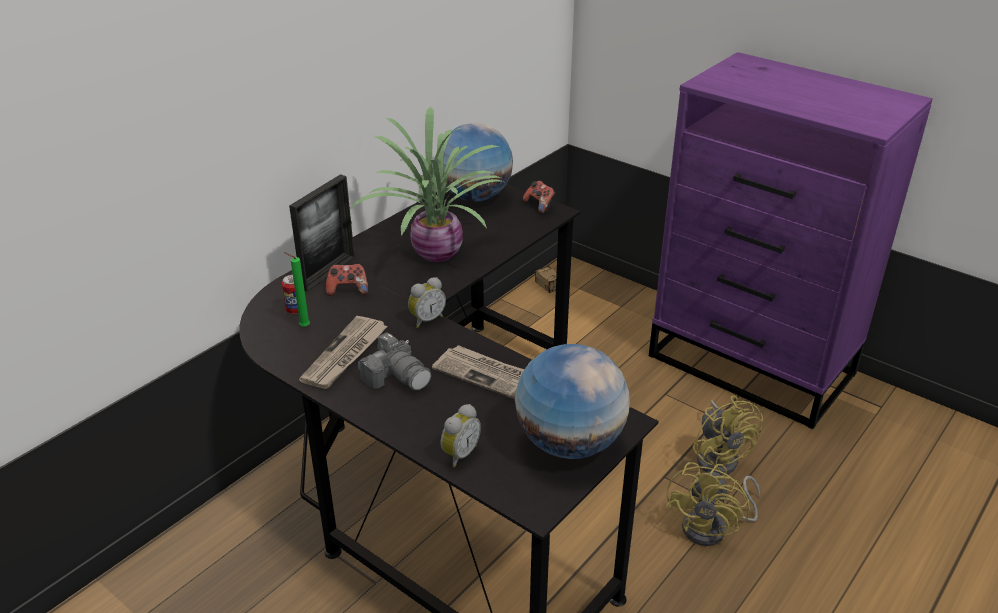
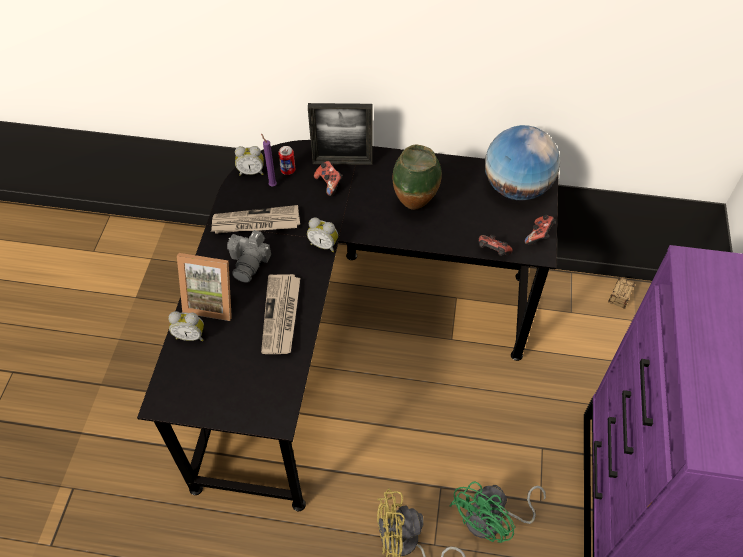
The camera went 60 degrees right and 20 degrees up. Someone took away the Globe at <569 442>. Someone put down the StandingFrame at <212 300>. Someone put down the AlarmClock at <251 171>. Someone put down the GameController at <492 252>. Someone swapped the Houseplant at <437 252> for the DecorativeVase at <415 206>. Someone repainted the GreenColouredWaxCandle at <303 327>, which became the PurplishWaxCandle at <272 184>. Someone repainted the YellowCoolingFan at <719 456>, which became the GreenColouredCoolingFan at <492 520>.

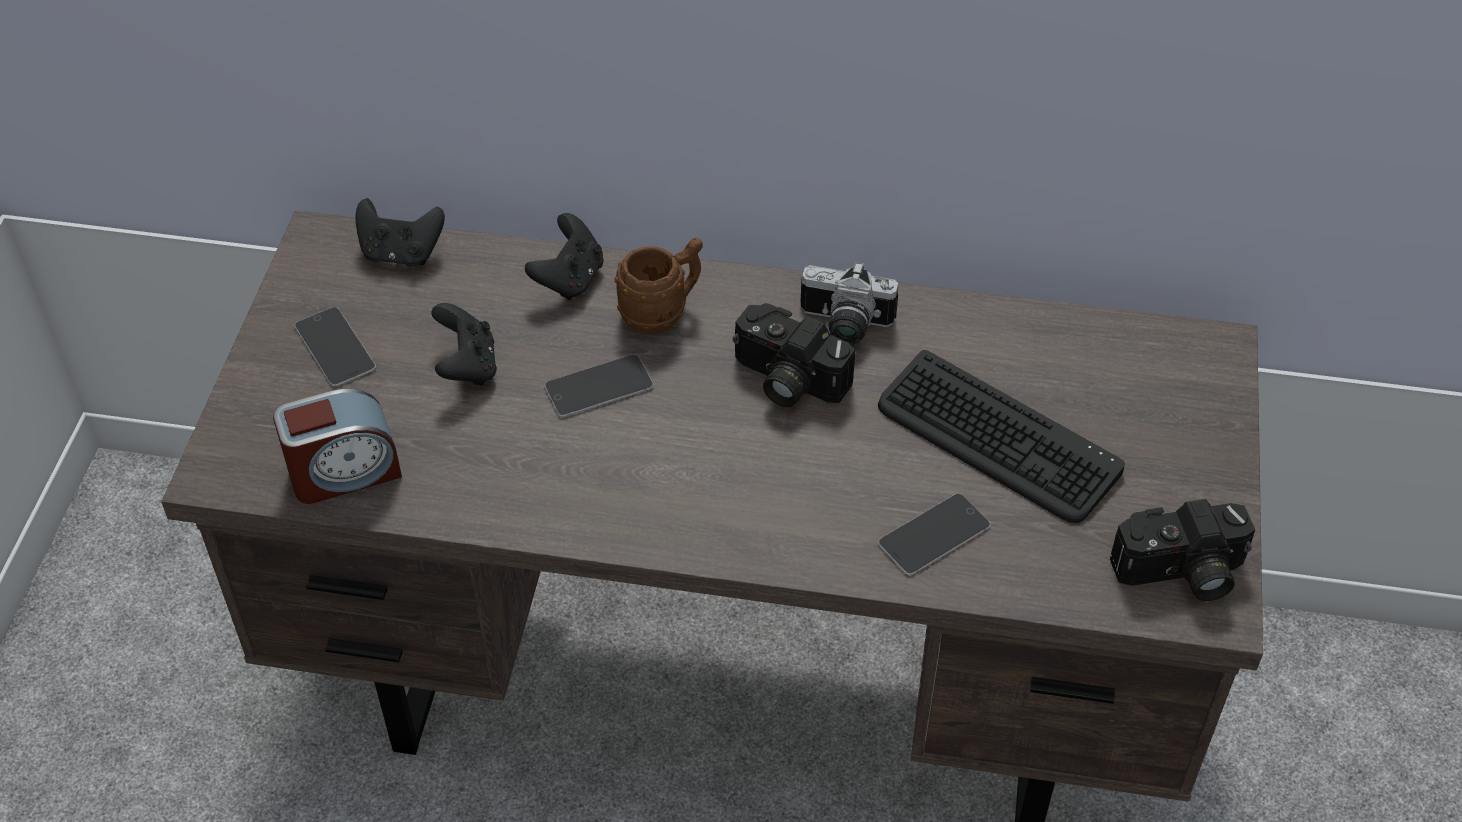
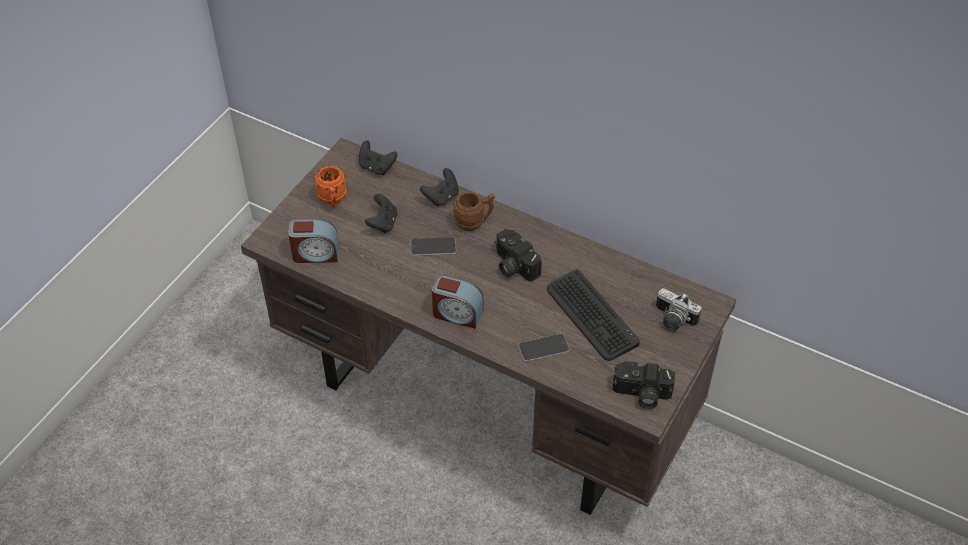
The camera went 20 degrees right and 0 degrees up. Someone put down the AlarmClock at <457 313>. Someone carried the PhotoCamera from <844 326> to <672 320>. Someone swapped the Phone at <335 347> for the OrangeCoffeeMug at <333 201>.

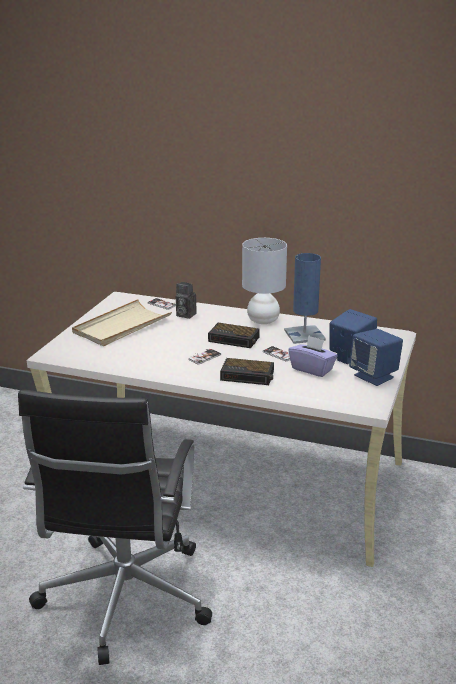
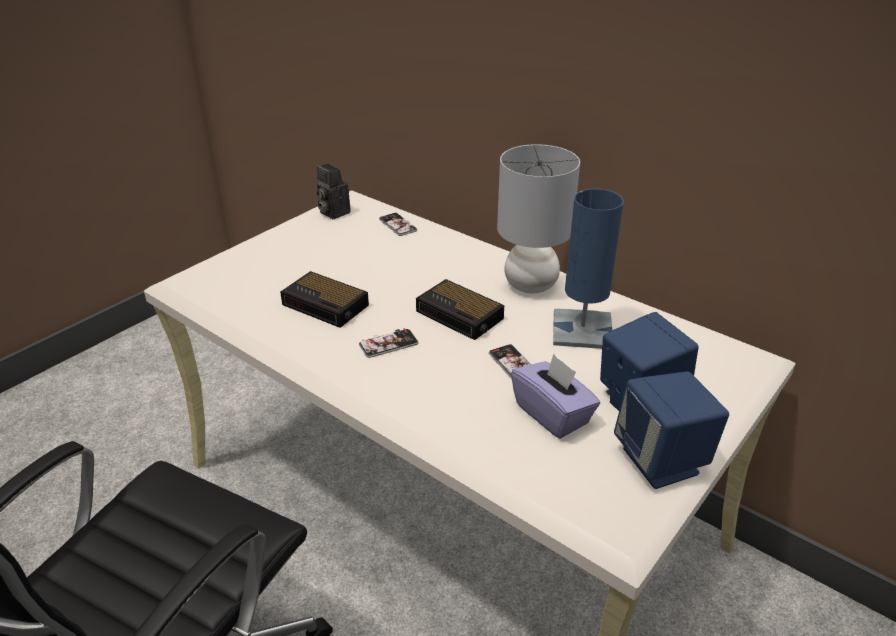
The camera went 20 degrees right and 10 degrees up. Someone took away the BeigeServingTray at <121 326>. Someone carried the PhotoCamera from <184 315> to <332 212>. Someone carried the AlarmClock from <248 376> to <327 305>.

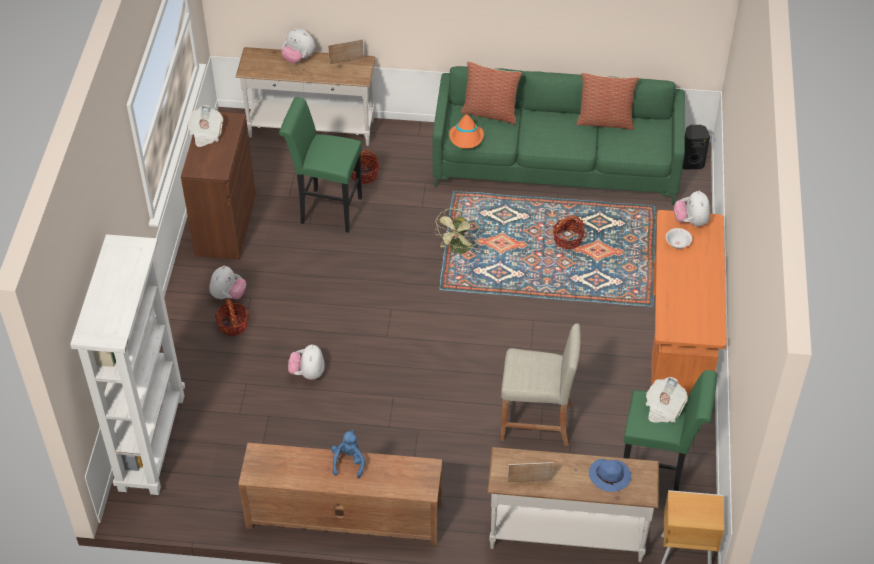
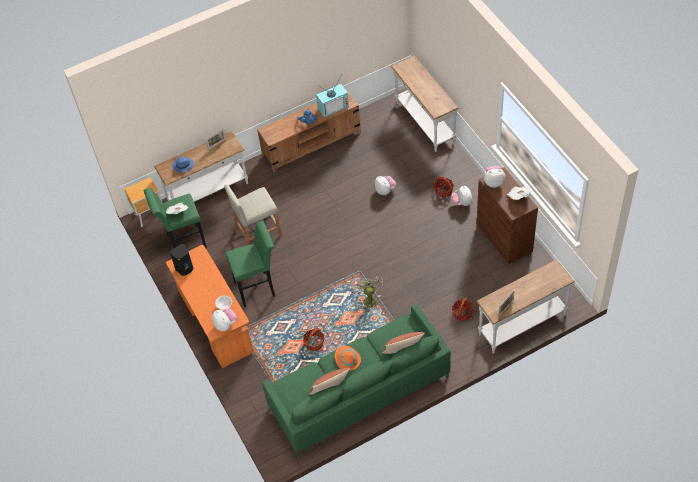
The camera went 150 degrees right and 5 degrees up. Someone put down the Television at <333 106>. Someone carried the GreenColouredSittingStool from <326 209> to <258 288>. Someone carried the PlushToy from <299 58> to <493 182>. Someone carried the OrangeHat from <466 138> to <347 359>. Someone carried the BlackColouredAudioSpeaker from <691 163> to <185 269>. Someone swapped the WhitishBookcase at <151 441> for the WhitishNarrowTable at <424 123>.

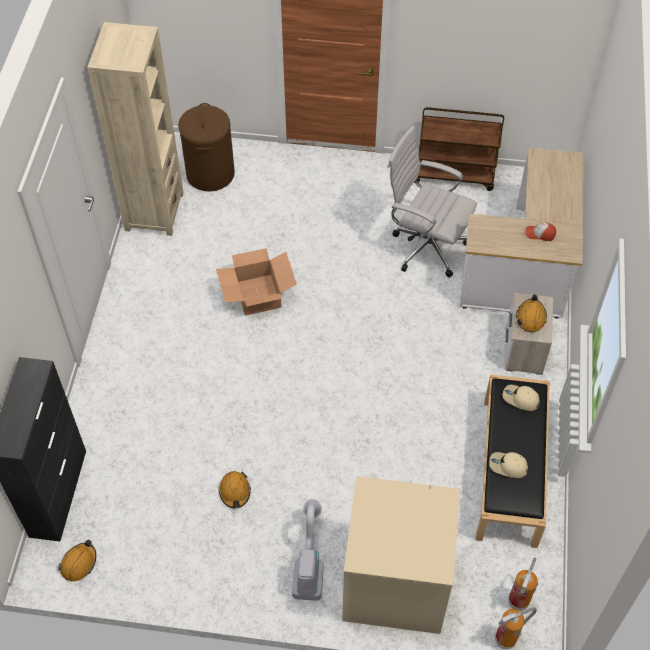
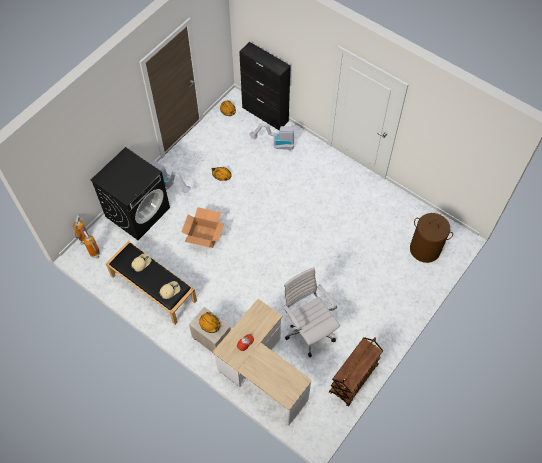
The camera went 120 degrees right and 5 degrees up. Someone took away the BeigeBookcase at <154 211>. Someone put down the Vacuum at <276 144>. Someone carried the CardboardBox from <257 295> to <204 235>. Someone repainted the BeigeLaundryAppliance at <394 583>, which became the BlackColouredLaundryAppliance at <137 212>. Someone rotated the WhitishOfficeChair at <425 247> by 90 degrees counterclockwise.

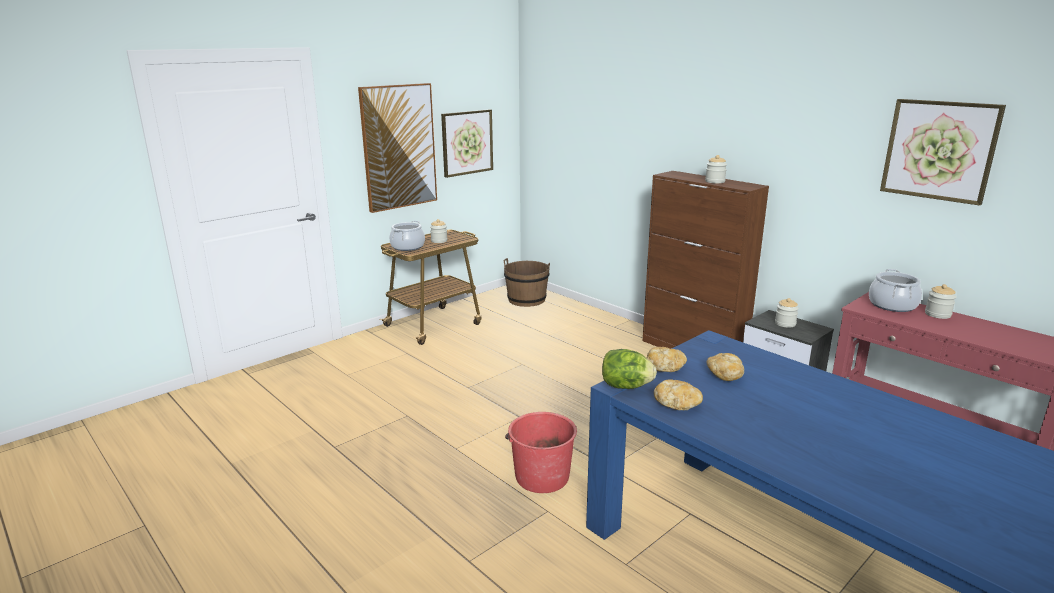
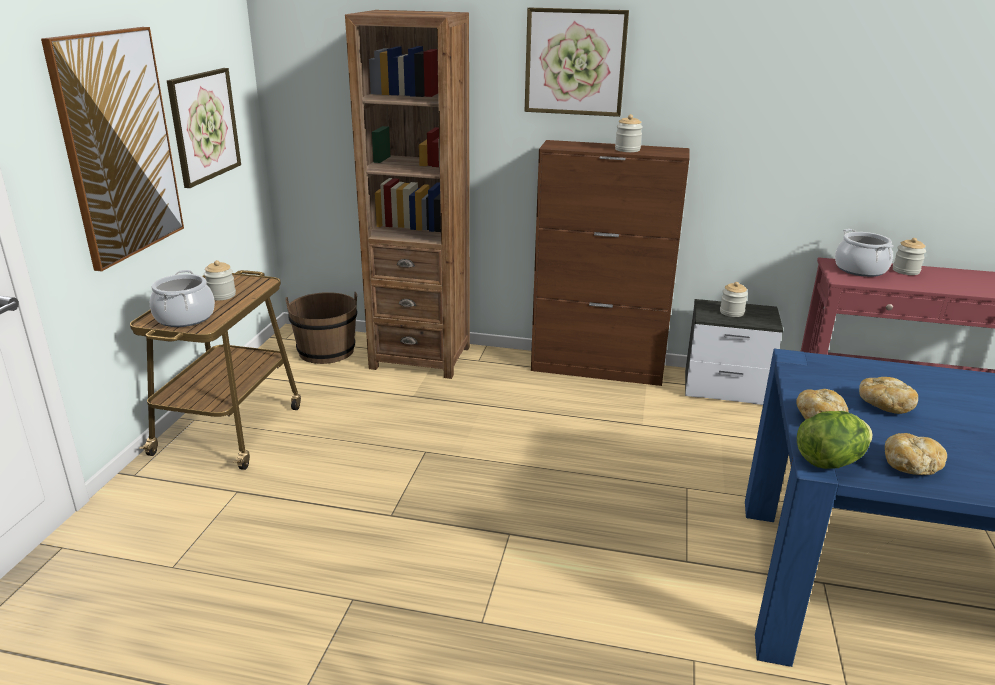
The camera went 35 degrees left and 5 degrees up. Someone took away the RedBucket at <541 476>. Someone put down the BrownishBookcase at <420 357>. Someone carried the Picture from <939 150> to <575 62>.

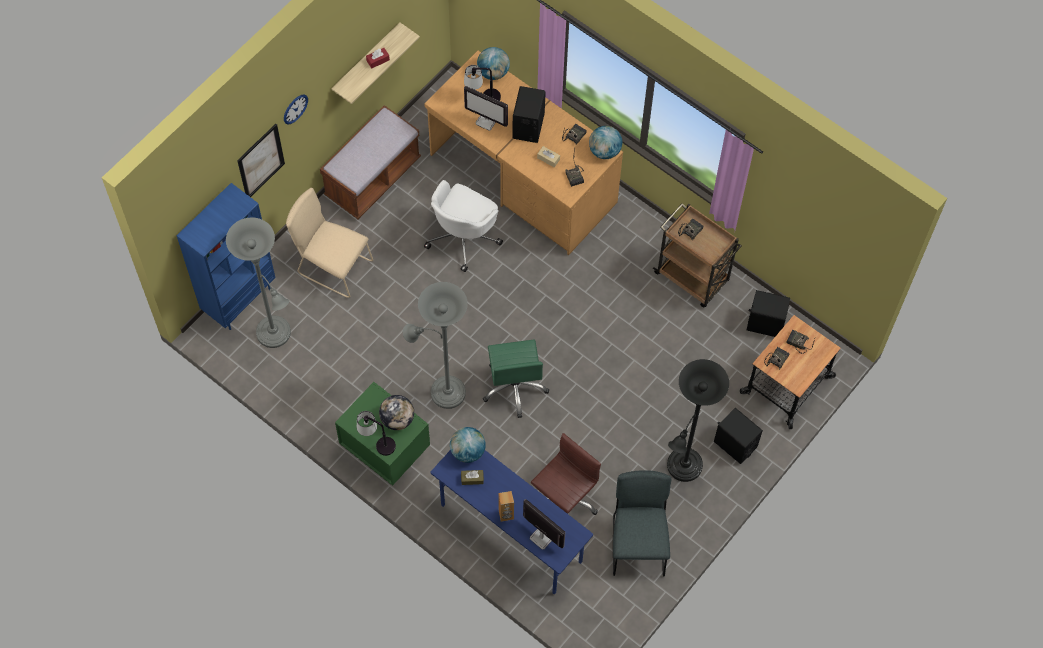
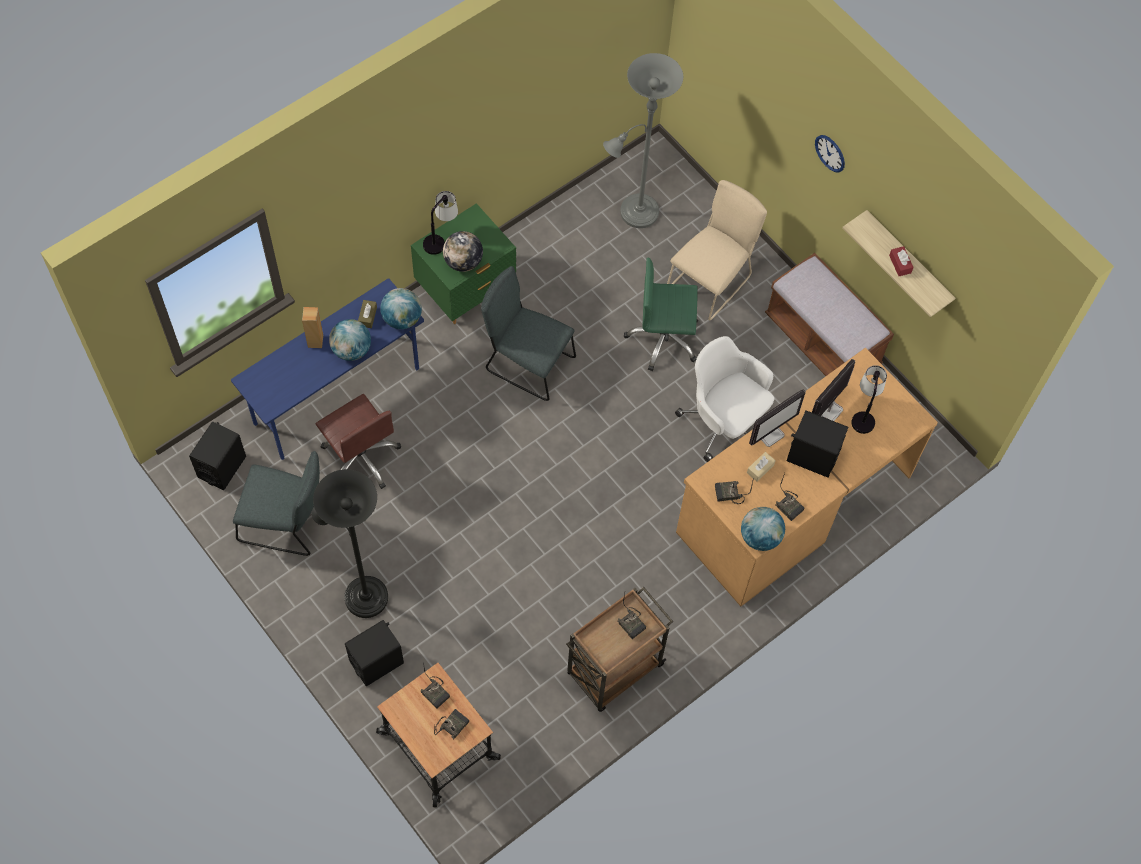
The camera went 100 degrees right and 0 degrees up. Someone took away the BluishBookcase at <239 300>. Someone took away the Picture at <260 161>. Someone carried the Globe from <493 72> to <351 349>. Someone carried the GreenColouredOfficeChair from <515 387> to <663 339>. Someone carried the ComputerDisplay from <541 537> to <769 433>. Someone carried the BlackColouredAudioSpeaker from <765 323> to <222 467>. Someone swapped the GreyStandardLamp at <443 391> for the GreyUprightChair at <526 362>.

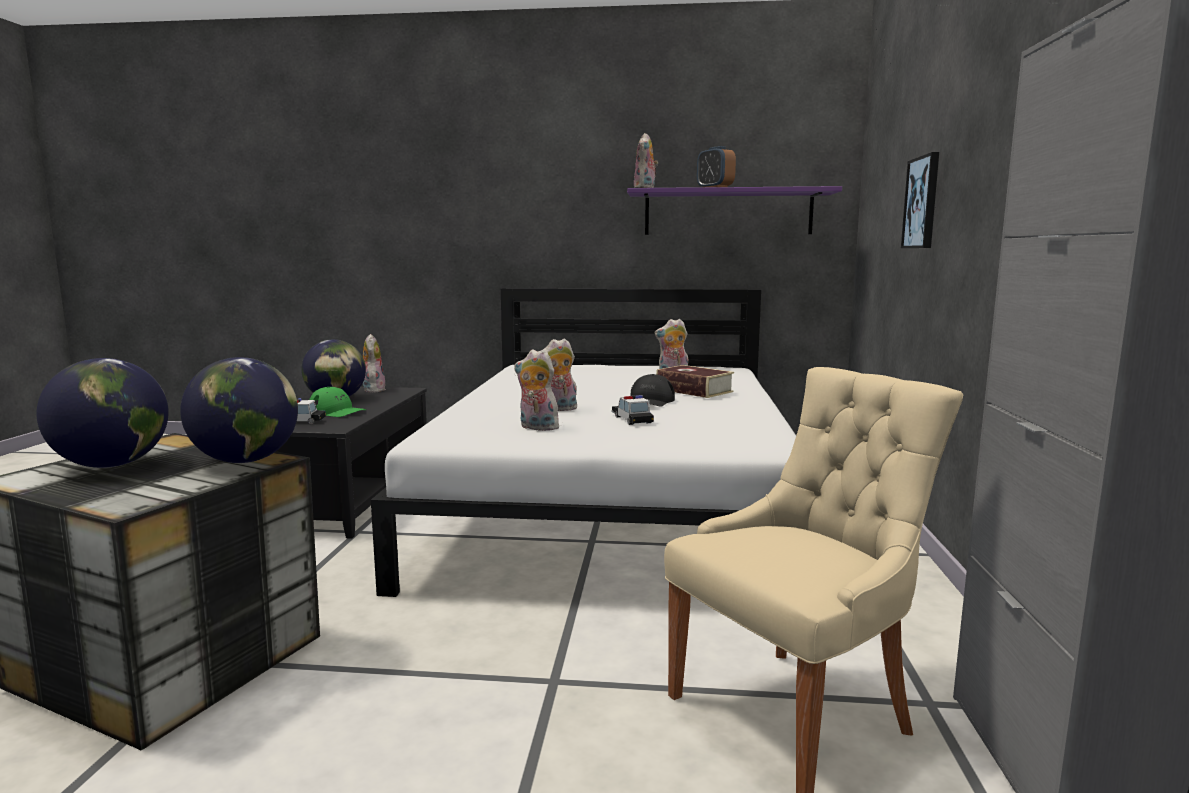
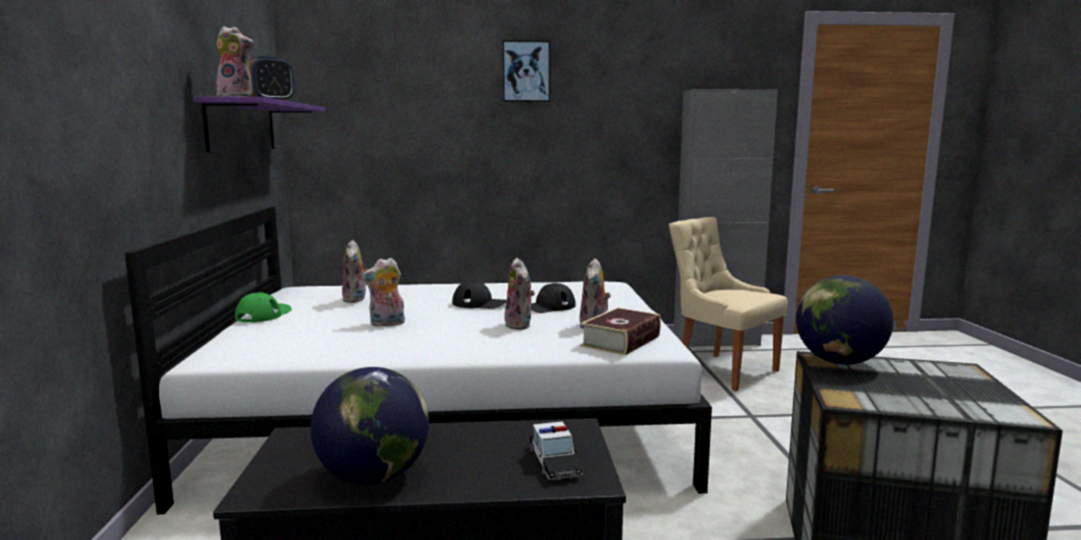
The camera went 100 degrees left and 0 degrees up. Someone took away the Globe at <113 465>. Someone carried the GreenColouredBaseballCap from <336 411> to <263 314>. Someone carried the PlushToy from <372 390> to <387 324>. Someone carried the Book from <694 390> to <621 341>. Someone carried the Picture from <922 203> to <526 71>. Someone swapped the MiniatureCar at <632 419> for the BlackColouredBaseballCap at <548 307>.

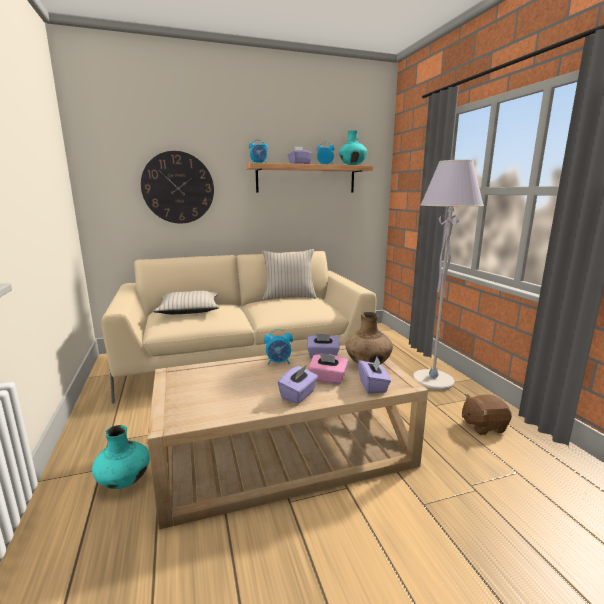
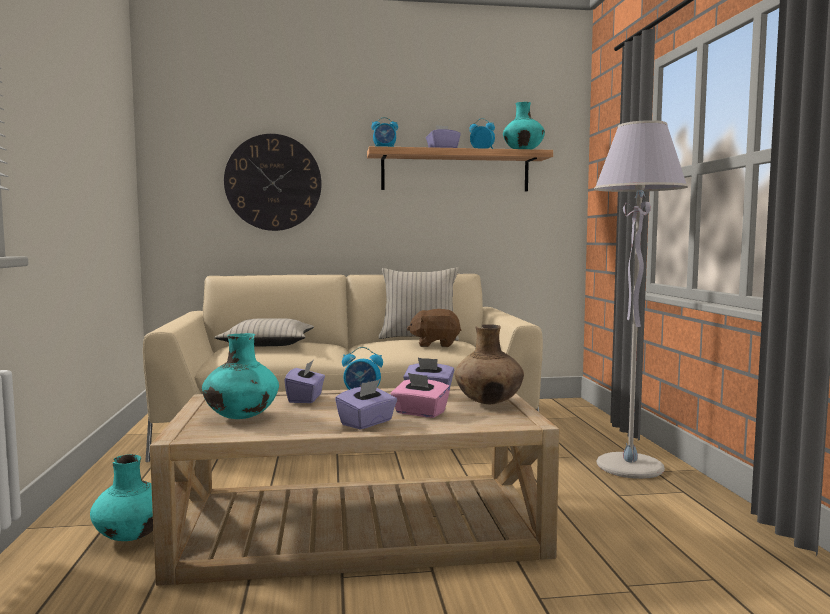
The camera went 10 degrees right and 10 degrees down. Someone put down the BlueGreenDecorativeVase at <241 418>. Someone carried the PurplishTissueBox from <373 386> to <306 398>. Someone carried the BrownishPlushToy from <483 426> to <435 345>.

